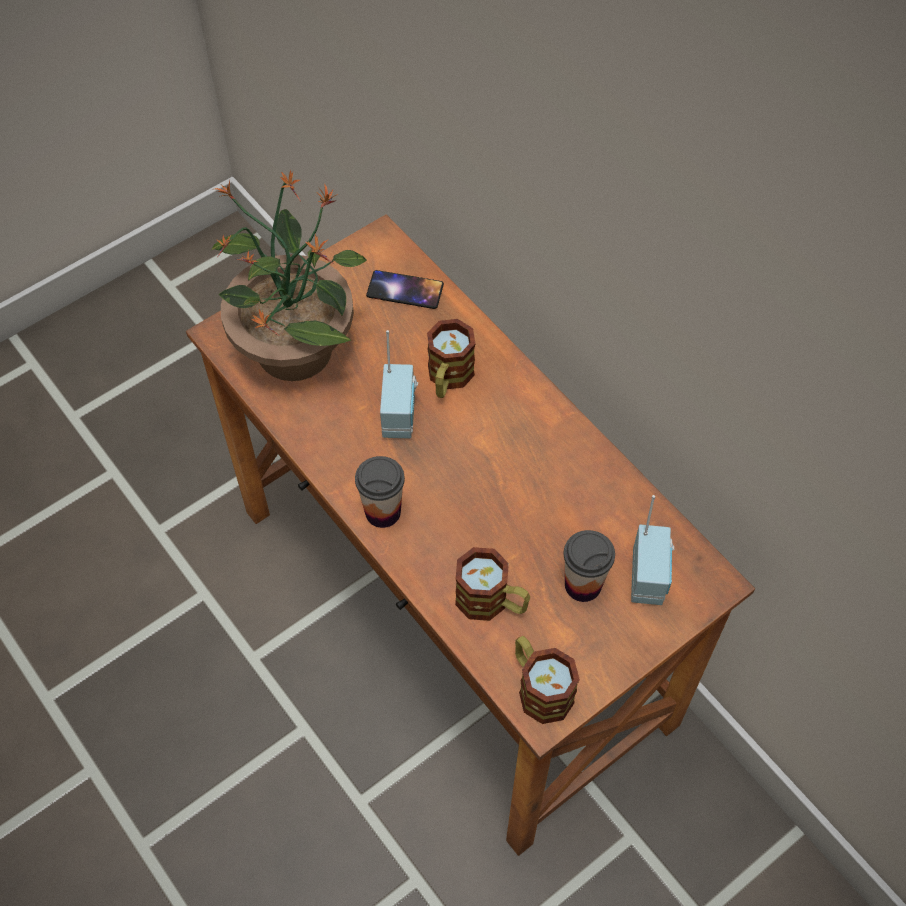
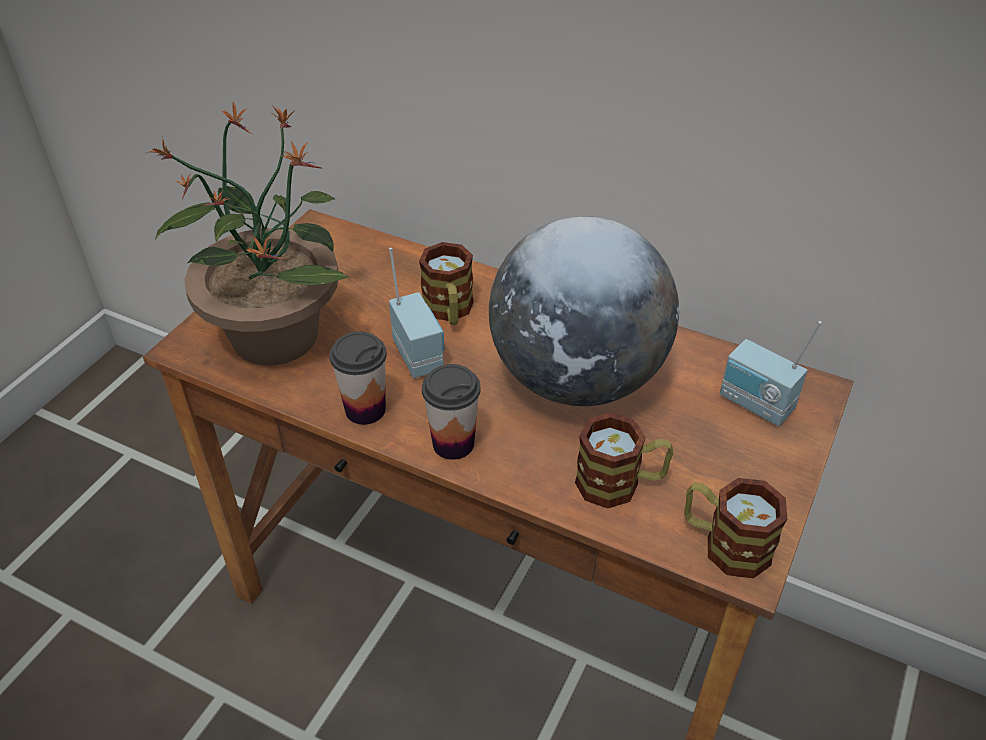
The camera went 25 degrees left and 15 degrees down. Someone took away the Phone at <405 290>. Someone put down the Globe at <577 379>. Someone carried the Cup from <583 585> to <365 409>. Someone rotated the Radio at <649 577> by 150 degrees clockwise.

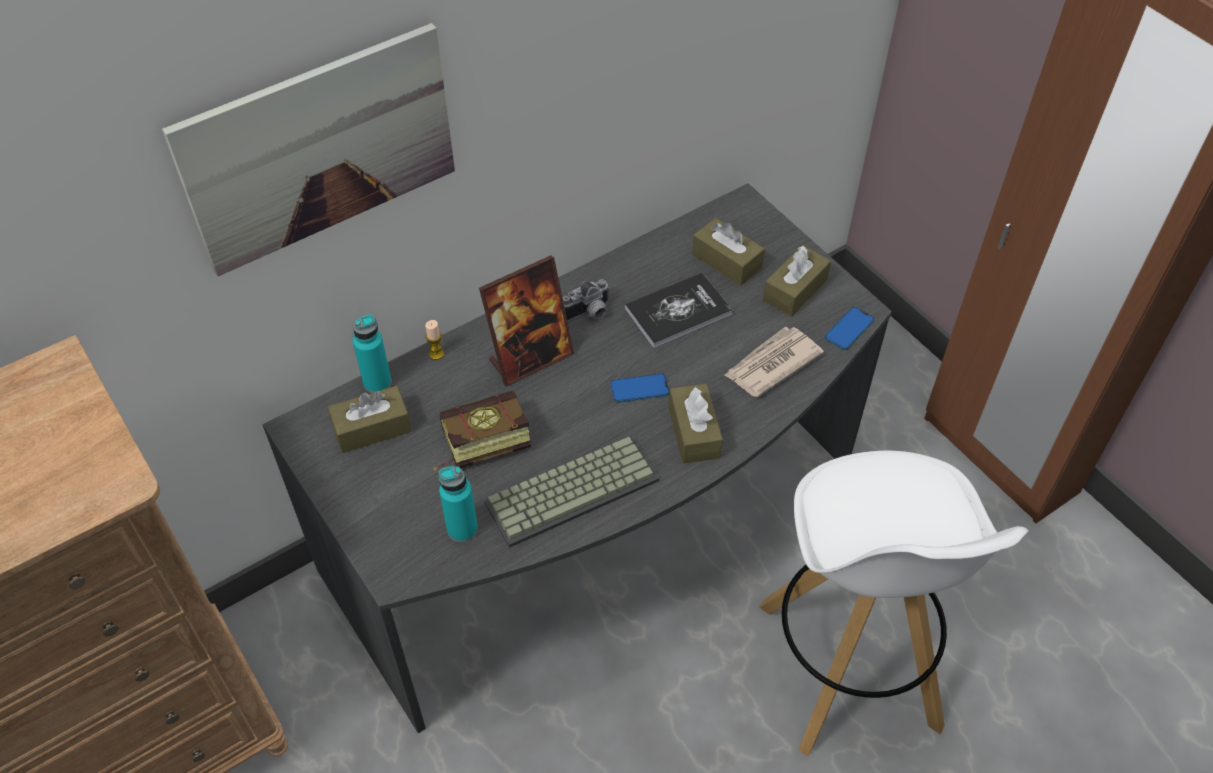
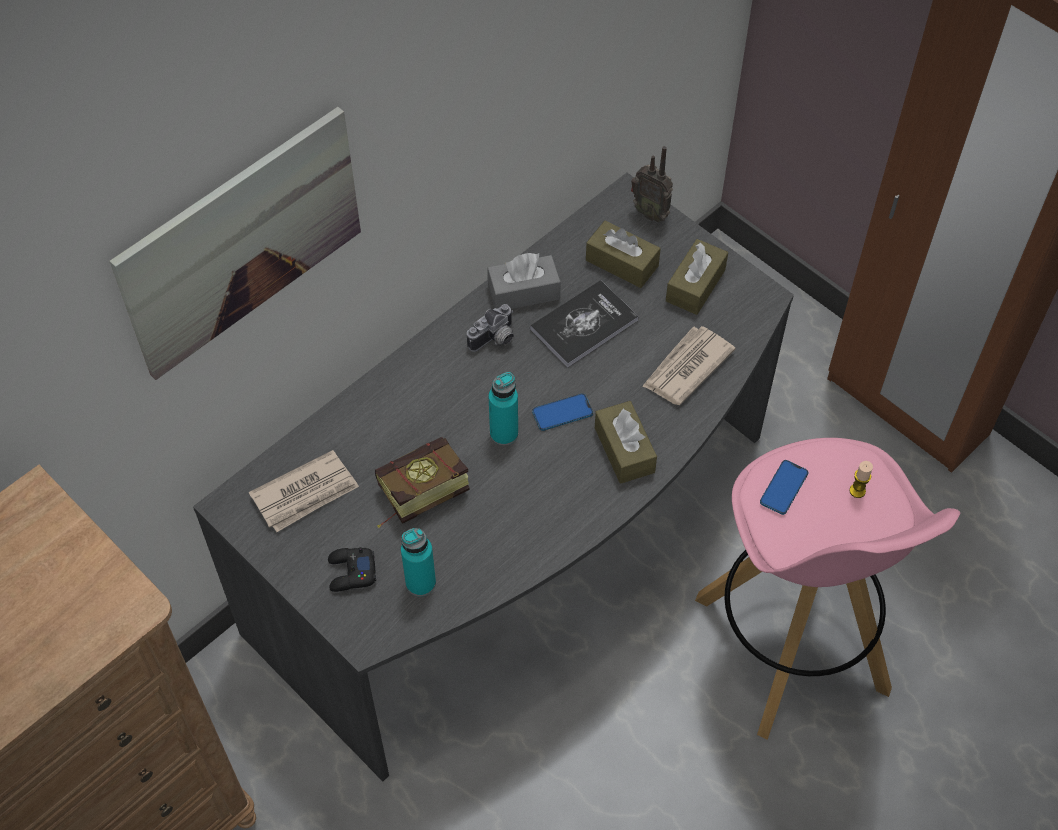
The camera went 10 degrees left and 5 degrees up. Someone took away the StandingFrame at <530 358>. Someone took away the PcKeyboard at <572 488>. Someone put down the BlackColouredGameController at <351 573>. Someone put down the GreyTissueBox at <523 292>. Someone put down the Radio at <651 212>. Someone carried the BlueGreenBeverageBottle from <377 382> to <504 433>. Someone carried the WaxCandle from <436 354> to <857 491>. Someone carried the Phone from <849 329> to <783 488>. Someone swapped the BrownishTissueBox at <372 428> for the DailyPaper at <306 493>. Someone repainted the WhitishSittingStool at <849 668>, which became the PinkishSittingStool at <792 646>.

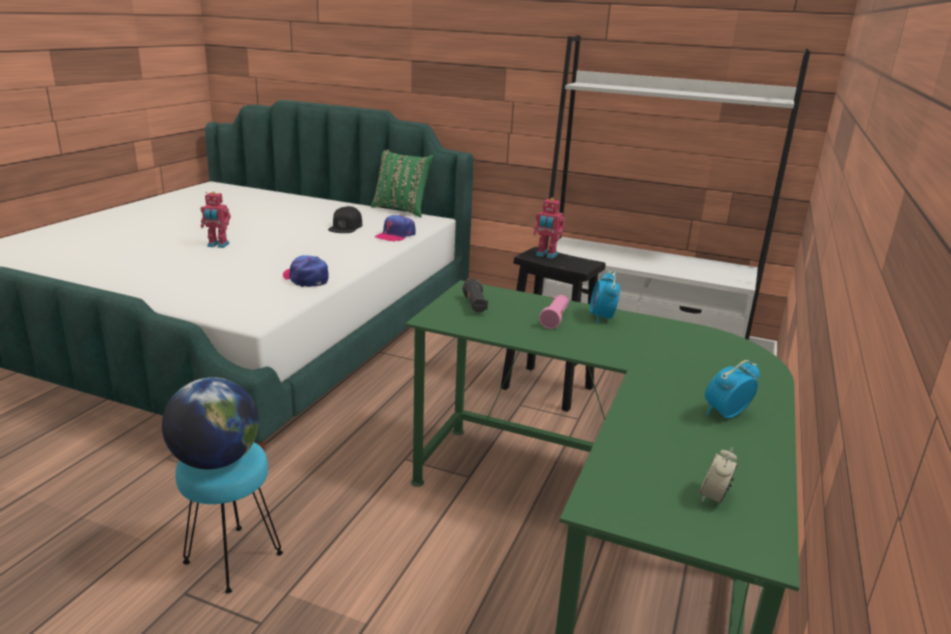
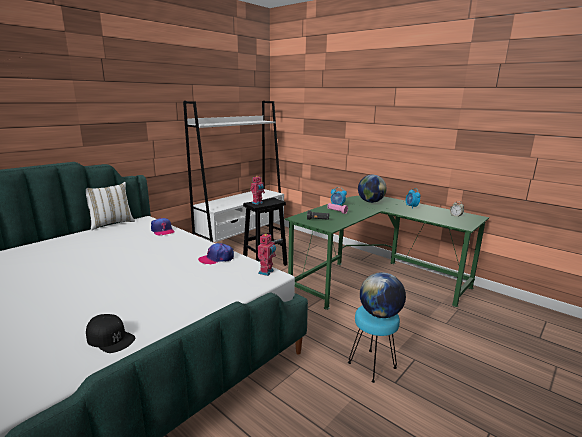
The camera went 70 degrees left and 5 degrees down. Someone put down the Globe at <370 202>. Someone carried the ModelRobot from <217 245> to <267 272>. Someone carried the BlackColouredBaseballCap from <345 227> to <110 338>. Someone repainted the GreenColouredCushion at <401 210>, which became the WhitishCushion at <111 223>.

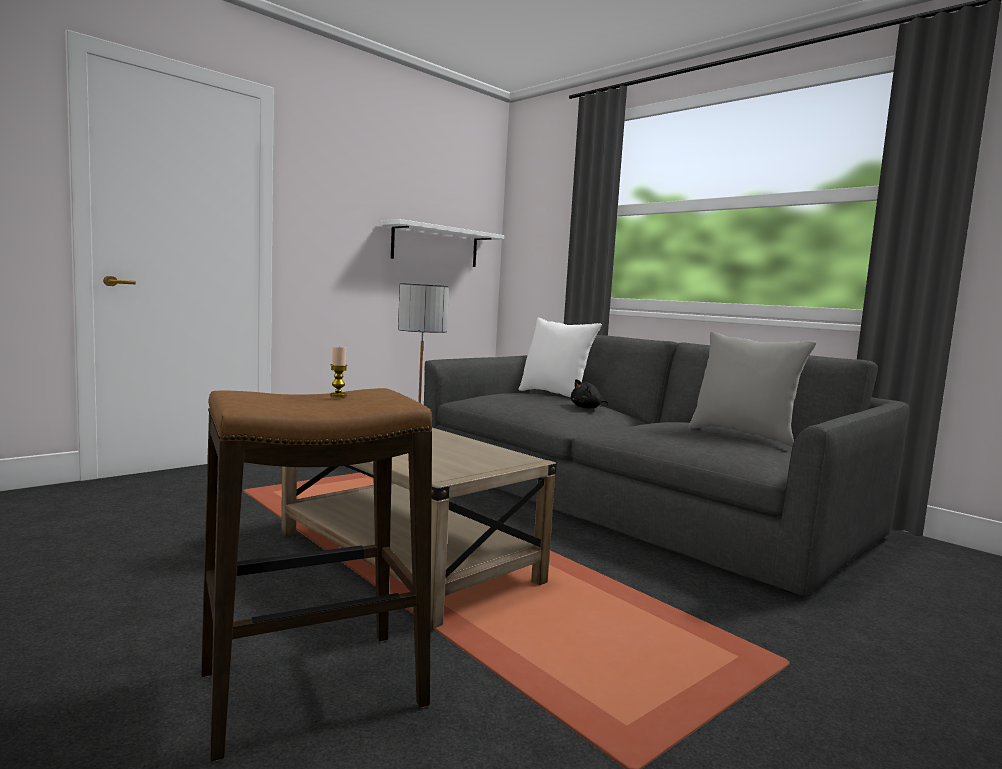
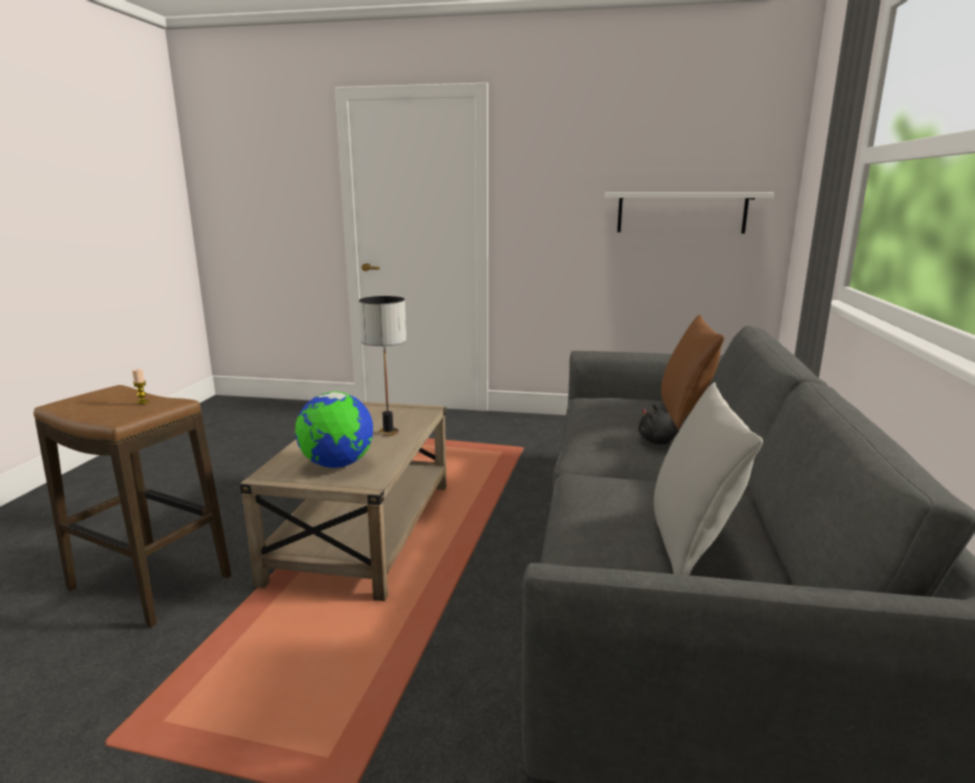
The camera went 55 degrees right and 10 degrees up. Someone put down the Globe at <337 465>. Someone repainted the WhitishCushion at <555 395>, which became the BrownishCushion at <684 414>.

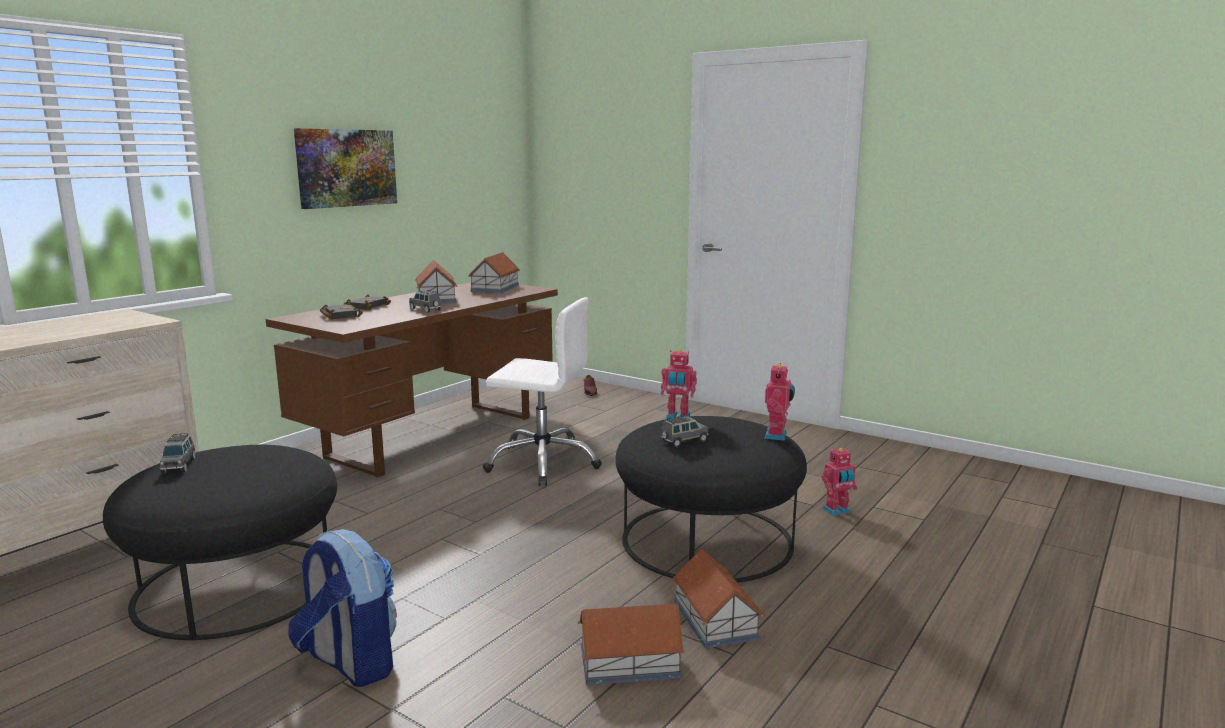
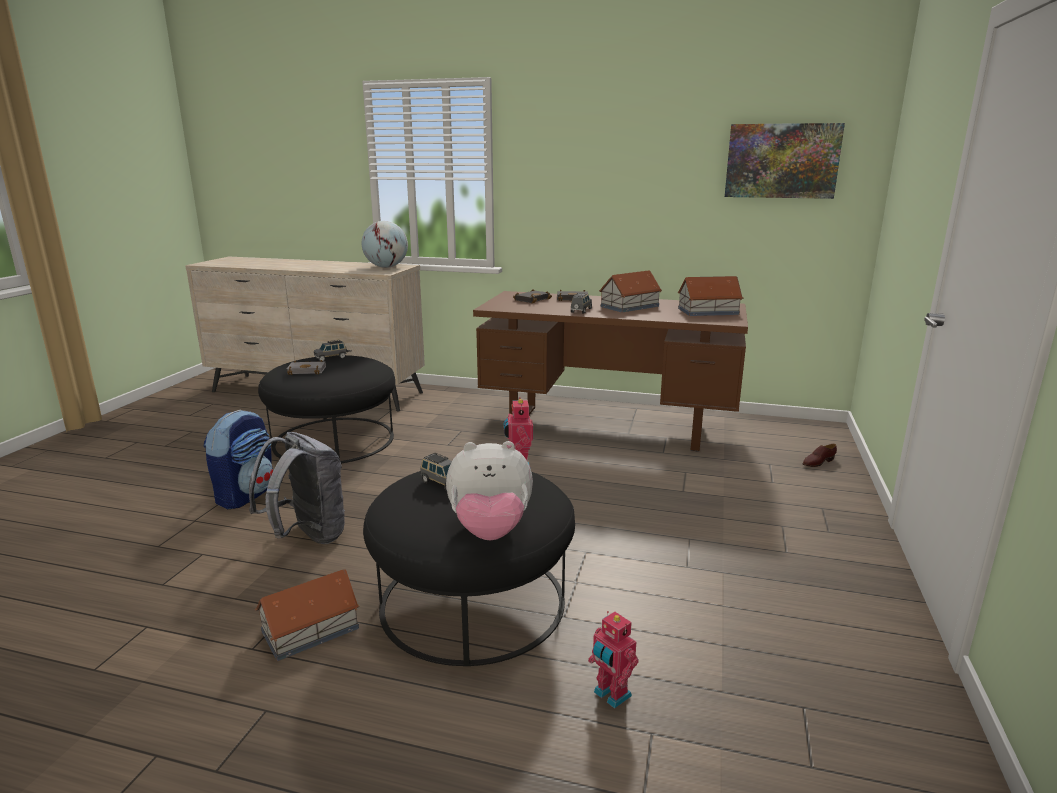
The camera went 70 degrees right and 5 degrees up. Someone took away the WhitishOfficeChair at <543 462>. Someone took away the ModelHouse at <631 663>. Someone put down the GreyRucksack at <307 536>. Someone put down the GreyBook at <308 370>. Someone put down the Globe at <386 267>. Someone carried the Picture from <346 168> to <782 161>. Someone swapped the ModelRobot at <777 436> for the PlushToy at <490 531>.

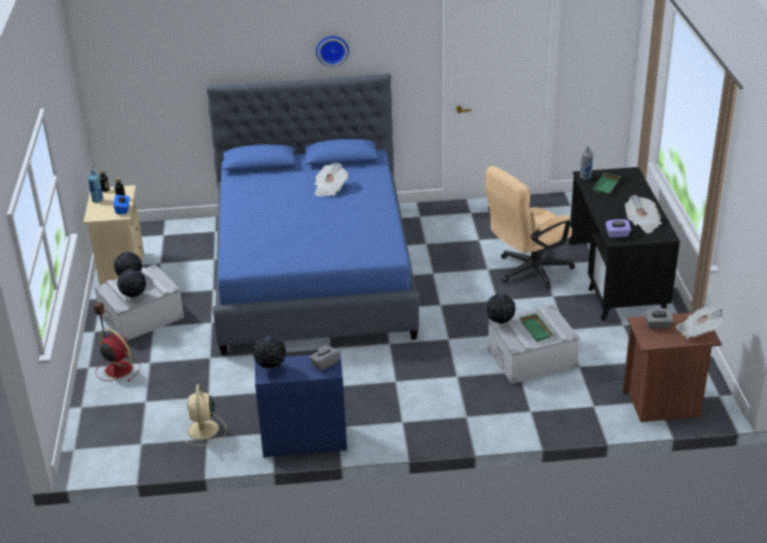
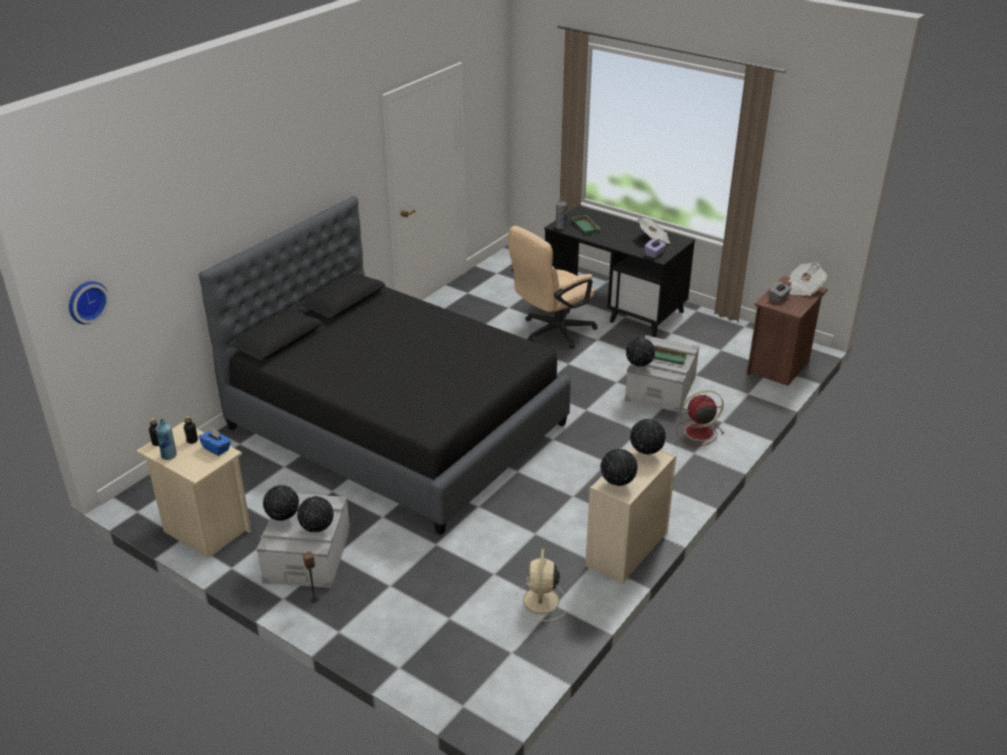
The camera went 50 degrees left and 0 degrees up. Someone took away the DailyPaper at <329 189>. Someone carried the RedCoolingFan from <118 369> to <697 432>. Someone carried the ClockOnTheWall from <332 50> to <86 301>. Someone swapped the GreyTissueBox at <324 363> for the Globe at <646 454>. Someone repainted the BluishBedroomBed at <313 273>, which became the BlackColouredBedroomBed at <397 425>. Someone repainted the BluishDrawerChest at <303 441>, which became the BeigeDrawerChest at <626 550>. Someone rotated the BeigeCoolingFan at <203 430> by 60 degrees clockwise. Someone rotated the BeigeOfficeChair at <527 272> by 45 degrees clockwise.

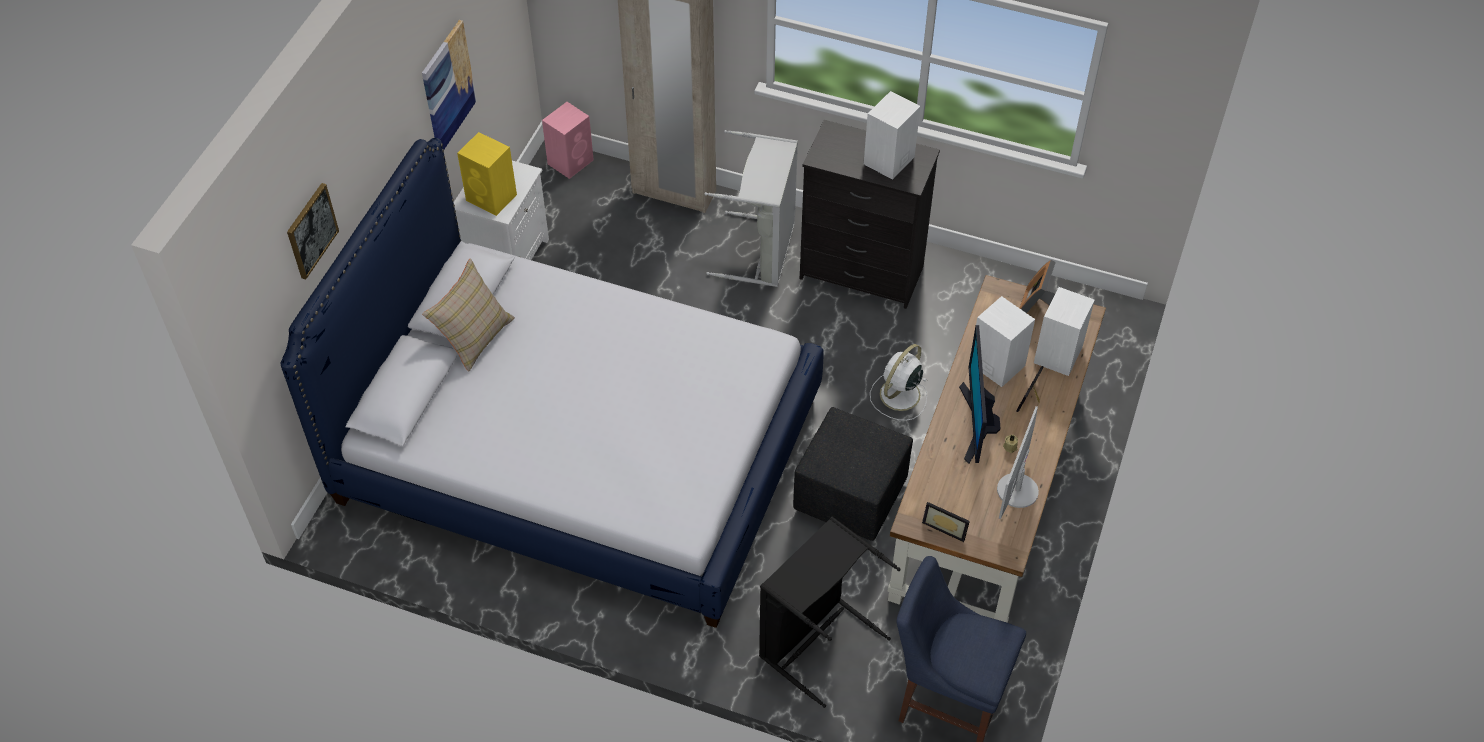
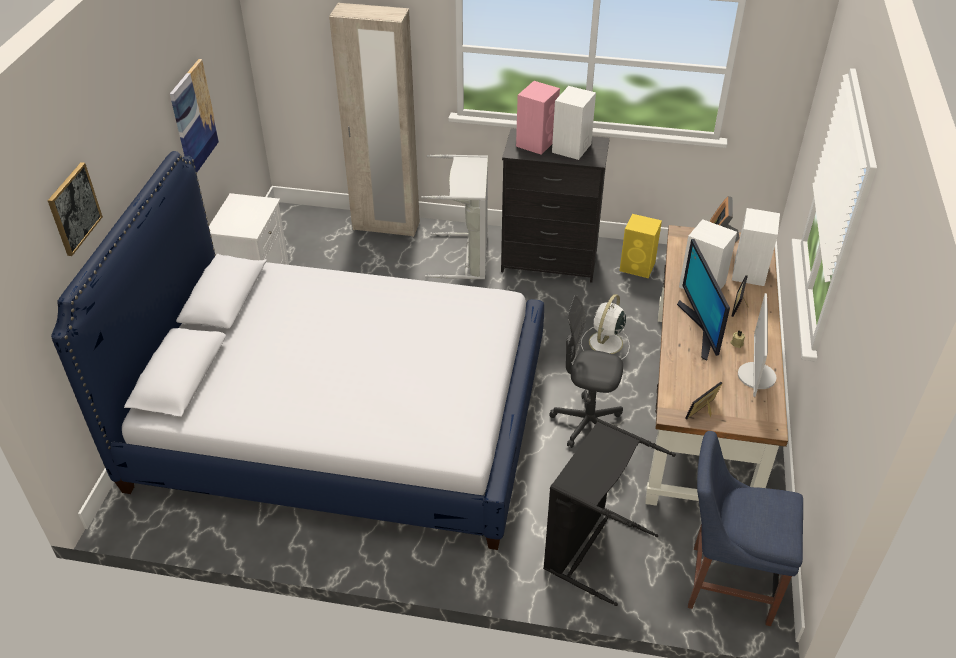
The camera went 10 degrees left and 10 degrees down. Someone took away the BeigeCushion at <474 336>. Someone carried the YellowAudioSpeaker from <492 198> to <638 267>. Someone carried the PinkishAudioSpeaker from <571 161> to <537 142>. Someone swapped the BlackColouredPouffe at <849 495> for the GreyOfficeChair at <586 423>. Someone rotated the StandingFrame at <946 526> by 120 degrees clockwise.

